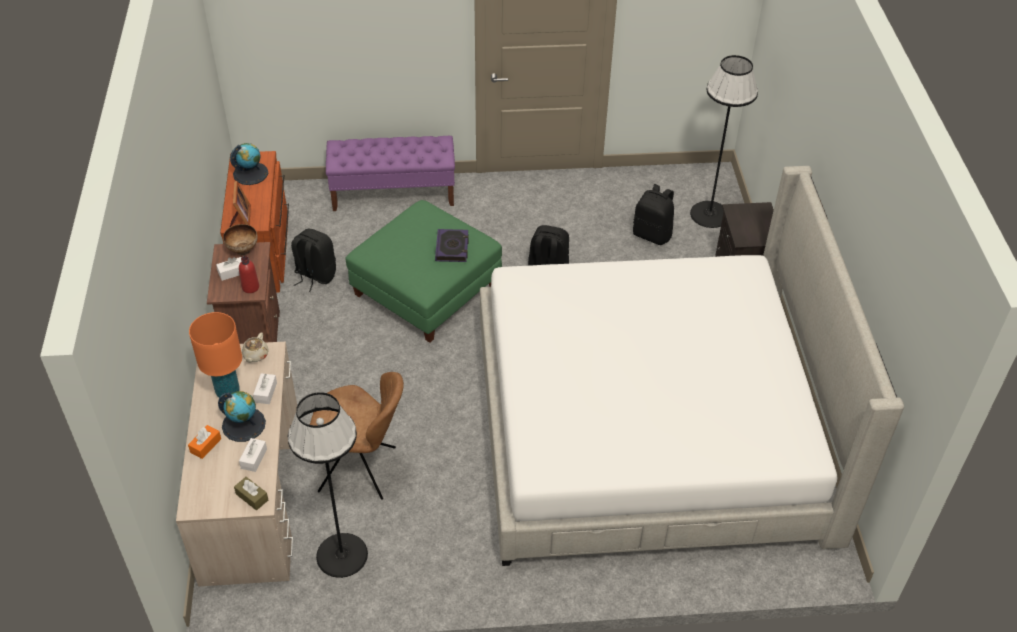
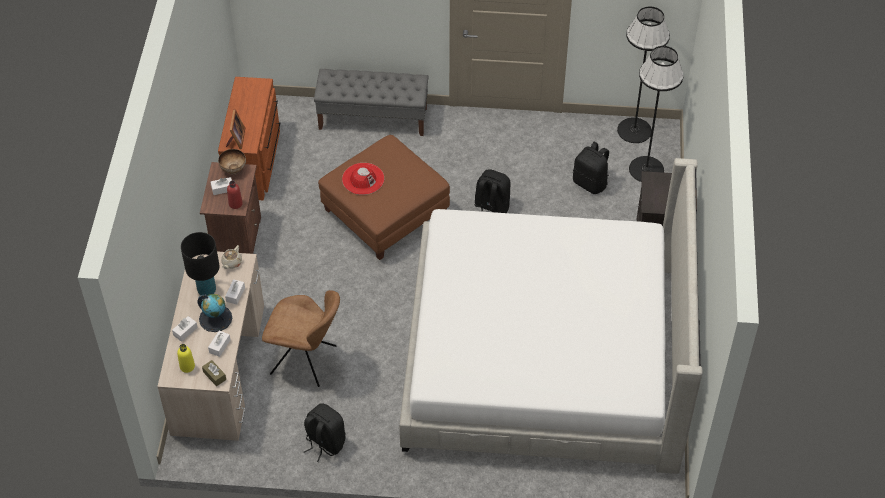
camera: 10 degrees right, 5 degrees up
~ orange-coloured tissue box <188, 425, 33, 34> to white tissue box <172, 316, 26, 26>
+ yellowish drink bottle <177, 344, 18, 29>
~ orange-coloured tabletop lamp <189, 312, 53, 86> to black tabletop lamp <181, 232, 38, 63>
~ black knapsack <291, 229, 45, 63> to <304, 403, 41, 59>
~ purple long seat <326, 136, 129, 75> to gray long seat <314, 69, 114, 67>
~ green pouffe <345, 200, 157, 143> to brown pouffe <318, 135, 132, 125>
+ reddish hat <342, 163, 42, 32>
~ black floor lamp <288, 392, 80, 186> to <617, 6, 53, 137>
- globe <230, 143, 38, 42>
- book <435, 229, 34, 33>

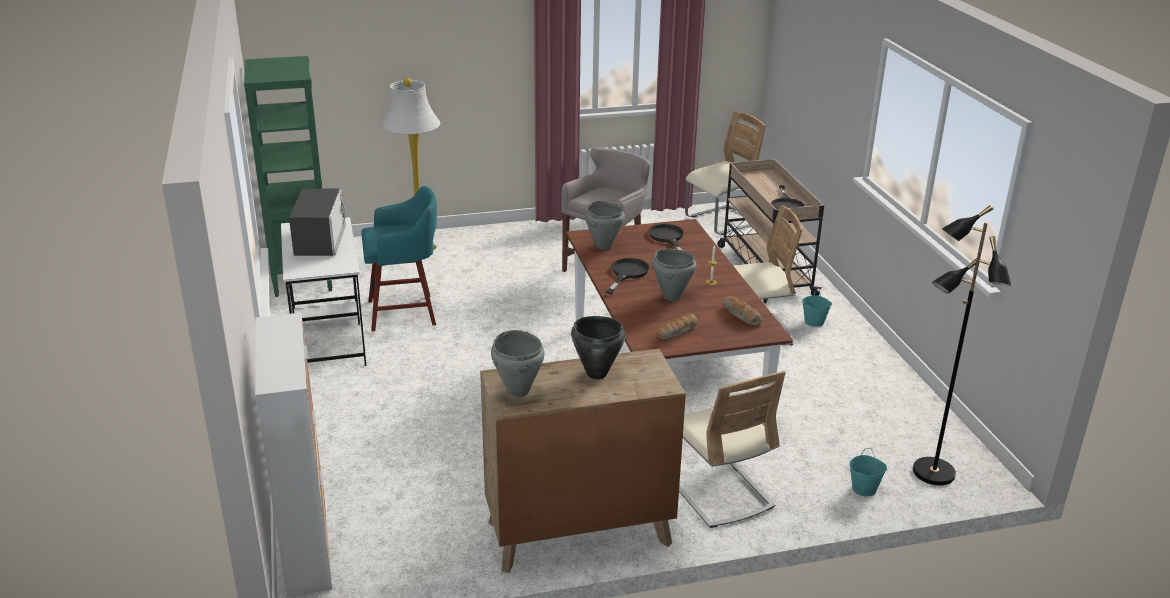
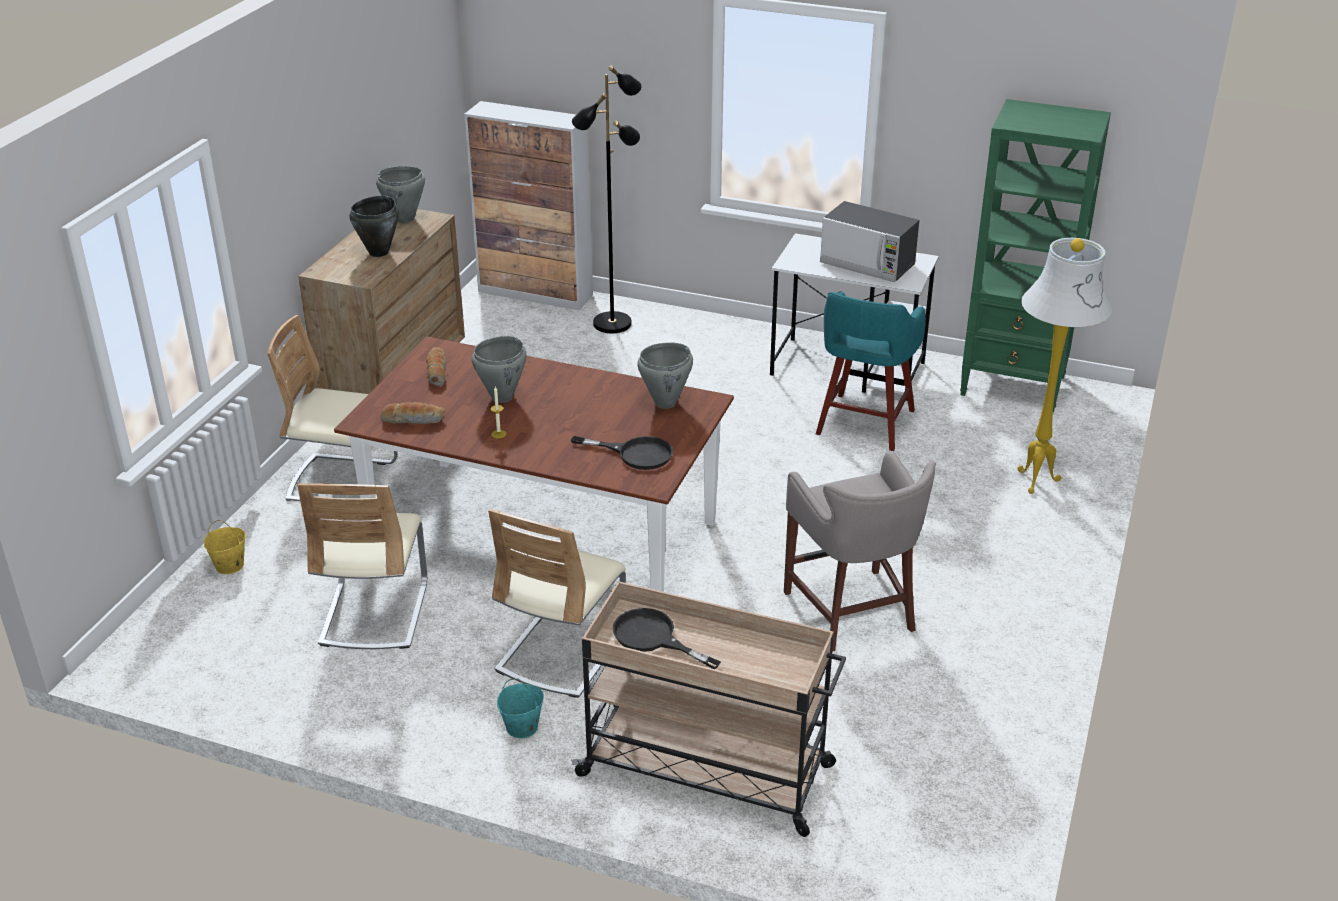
camera: 125 degrees right, 5 degrees up
~ turquoise-coloured bucket <849, 448, 38, 48> to yellowish bucket <204, 520, 42, 54>
~ sand-coloured plain chair <685, 111, 81, 124> to <297, 483, 130, 166>
~ black floor lamp <913, 205, 98, 280> to <572, 65, 69, 268>
- black skillet <606, 258, 44, 36>

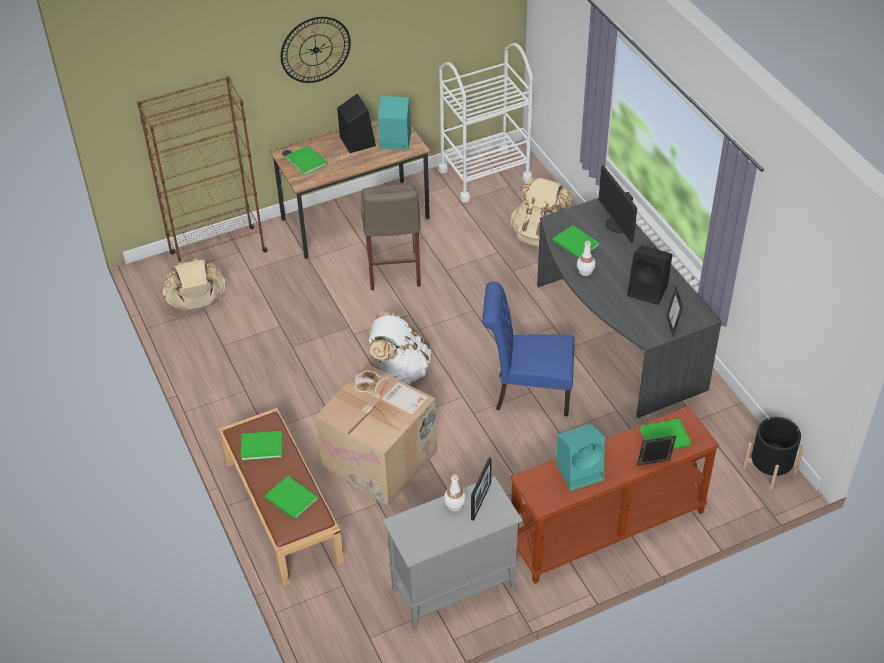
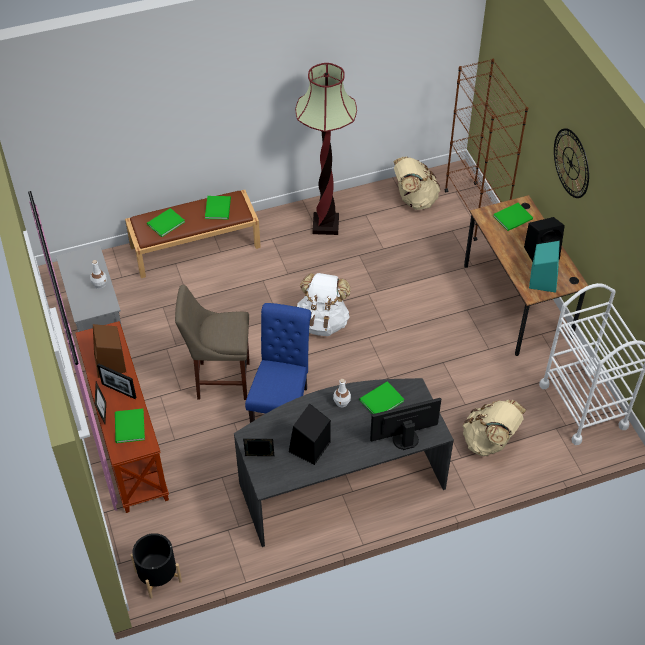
camera: 95 degrees right, 5 degrees up
~ turquoise-coloured audio speaker <556, 424, 49, 67> to brown audio speaker <93, 324, 33, 54>
~ photo frame <471, 458, 21, 63> to <97, 363, 39, 36>
~ sand-coloured stool <360, 184, 61, 106> to <175, 285, 75, 115>
+ floor lamp <295, 63, 62, 172>
- carton <316, 364, 121, 142>

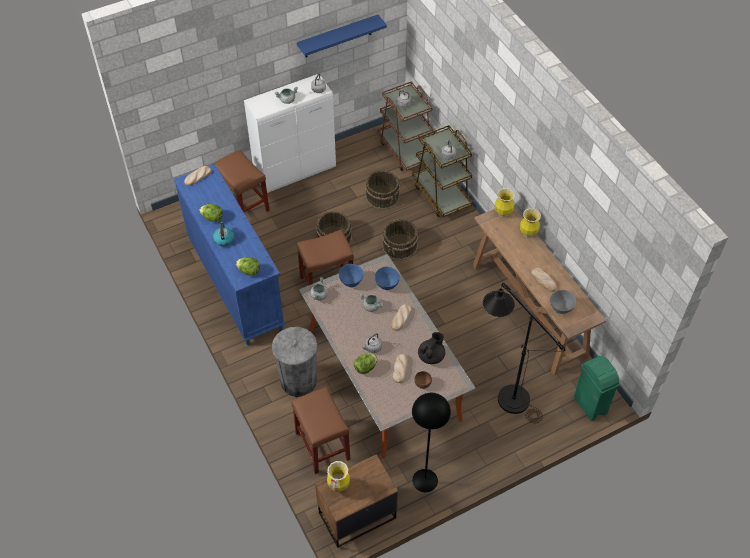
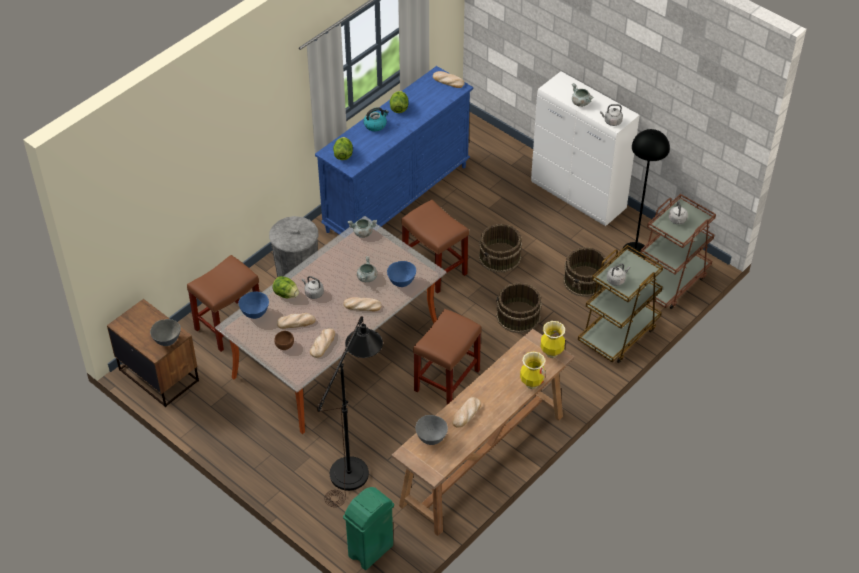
camera: 70 degrees right, 5 degrees down
+ gray serving bowl <150, 319, 31, 27>
~ blue-coloured serving bowl <339, 264, 25, 23> to <238, 291, 31, 28>
~ black teapot <418, 332, 27, 32> to bakery bread <310, 328, 25, 30>
~ brown stool <213, 150, 57, 63> to <413, 309, 69, 96>
~ black floor lamp <412, 393, 39, 99> to <622, 129, 48, 129>
- blue-coloured bracket shelf <297, 15, 90, 42>
- decorative vase <327, 461, 23, 31>

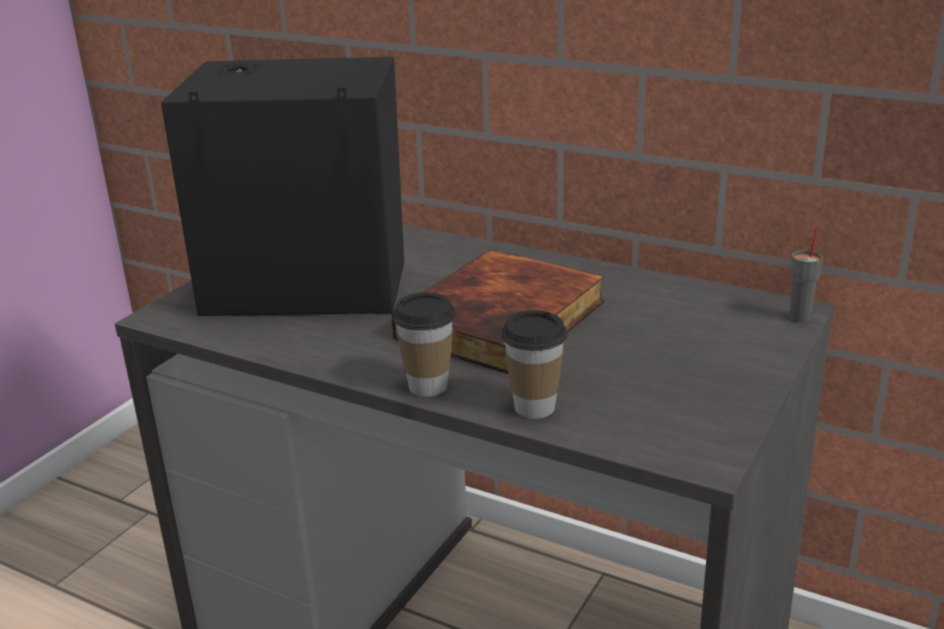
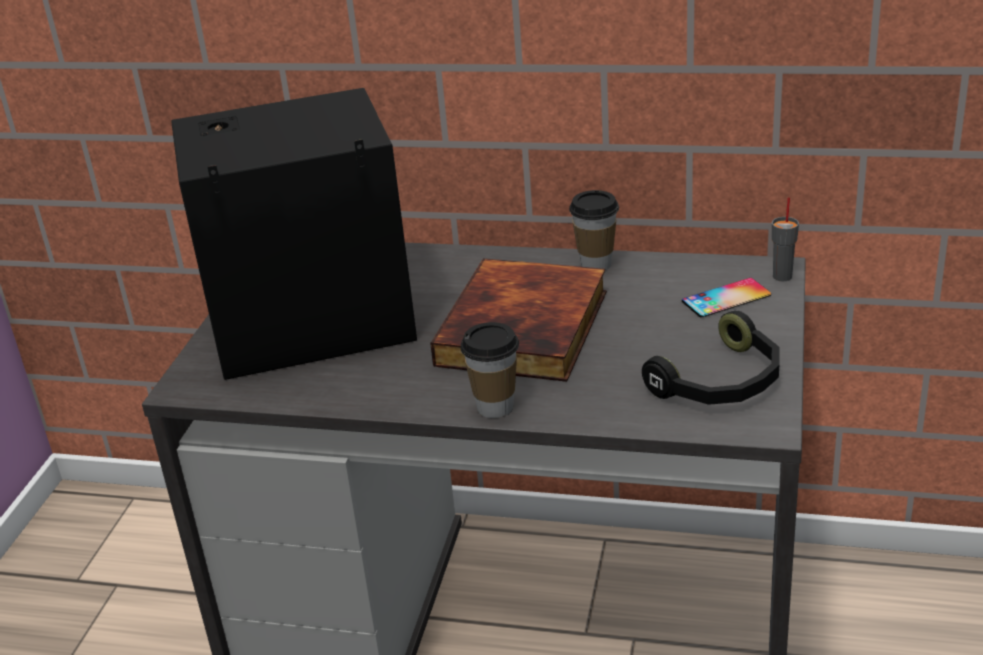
camera: 15 degrees left, 5 degrees up
~ small cup <501, 310, 67, 109> to <569, 190, 50, 80>
+ black pair of headphones <642, 310, 137, 95>
+ handset <682, 278, 89, 40>

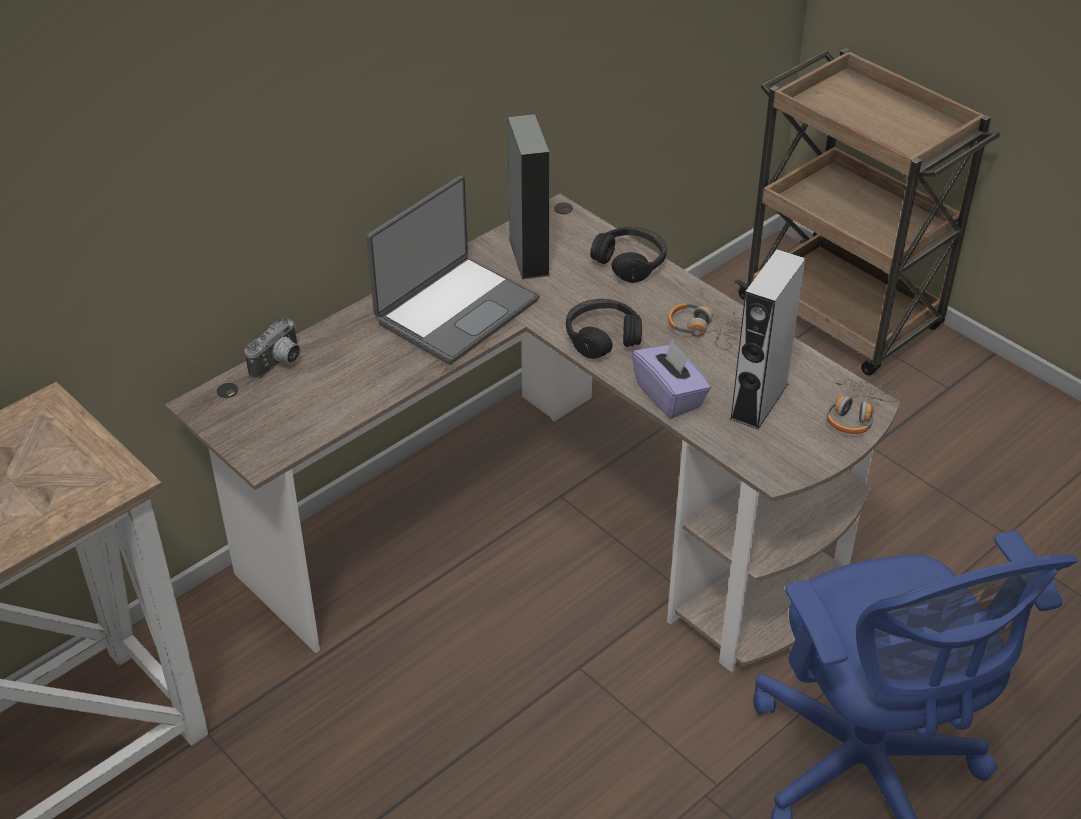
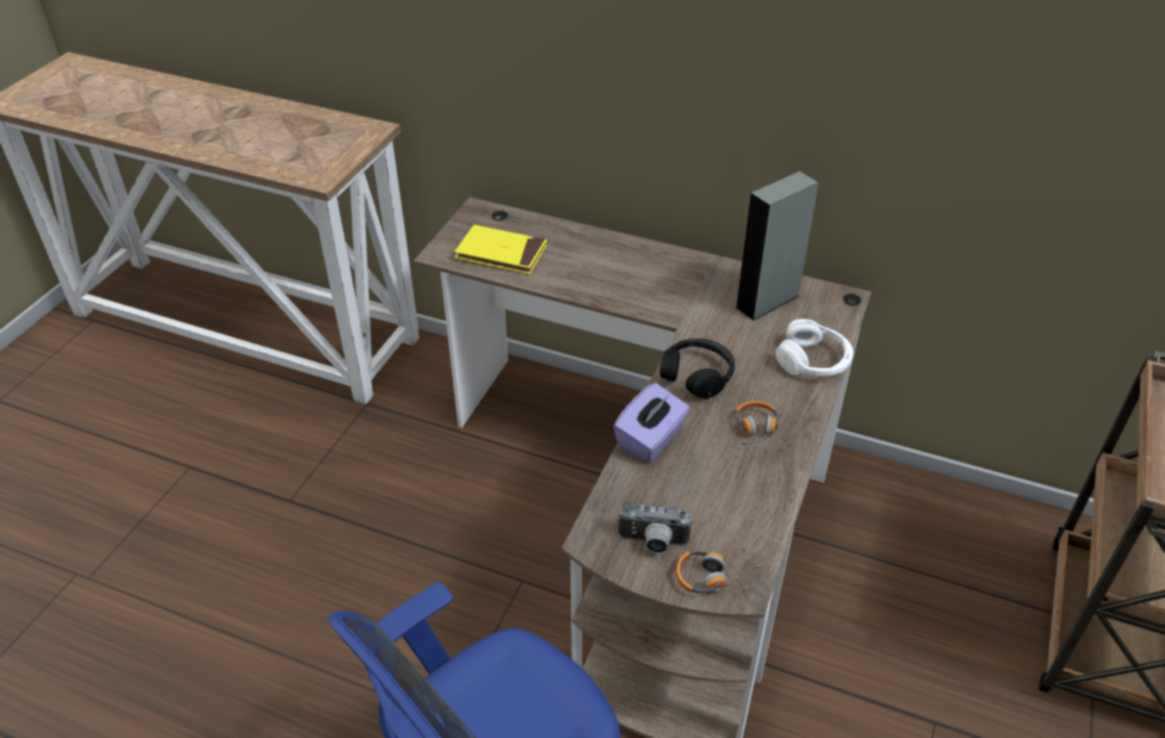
camera: 65 degrees right, 0 degrees up
+ yellowish book <455, 225, 92, 49>
~ photo camera <245, 318, 55, 61> to <617, 501, 75, 52>
~ black pair of headphones <590, 227, 77, 56> to white pair of headphones <776, 319, 77, 57>
- laptop <367, 175, 173, 190>
- gray audio speaker <730, 249, 76, 180>

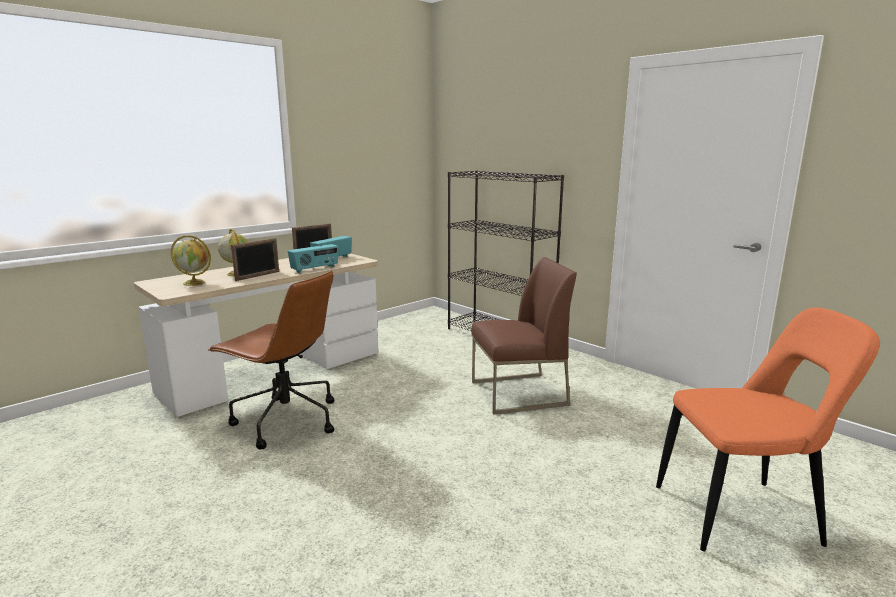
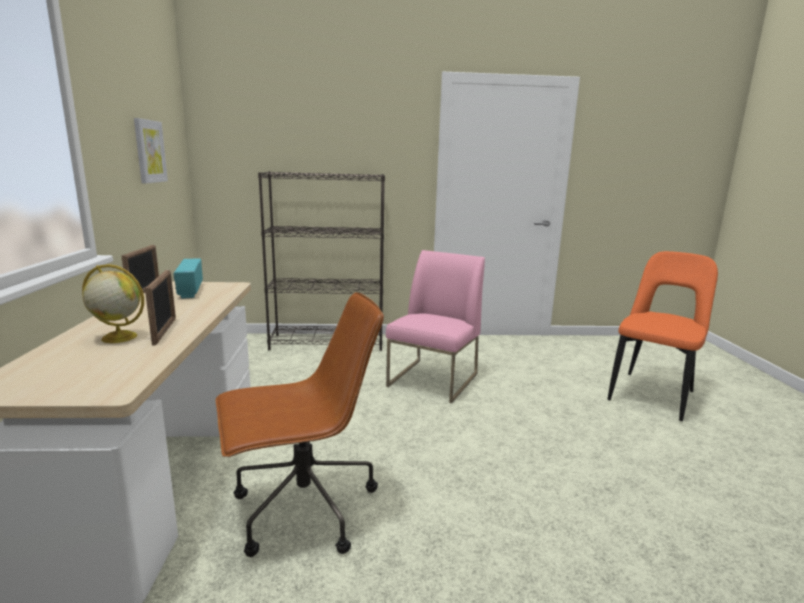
camera: 50 degrees left, 0 degrees up
+ wall art <134, 118, 34, 65>
~ brown plain chair <472, 257, 105, 157> to pinkish plain chair <386, 250, 99, 153>
- globe <171, 235, 40, 51>
- radio <288, 244, 51, 29>

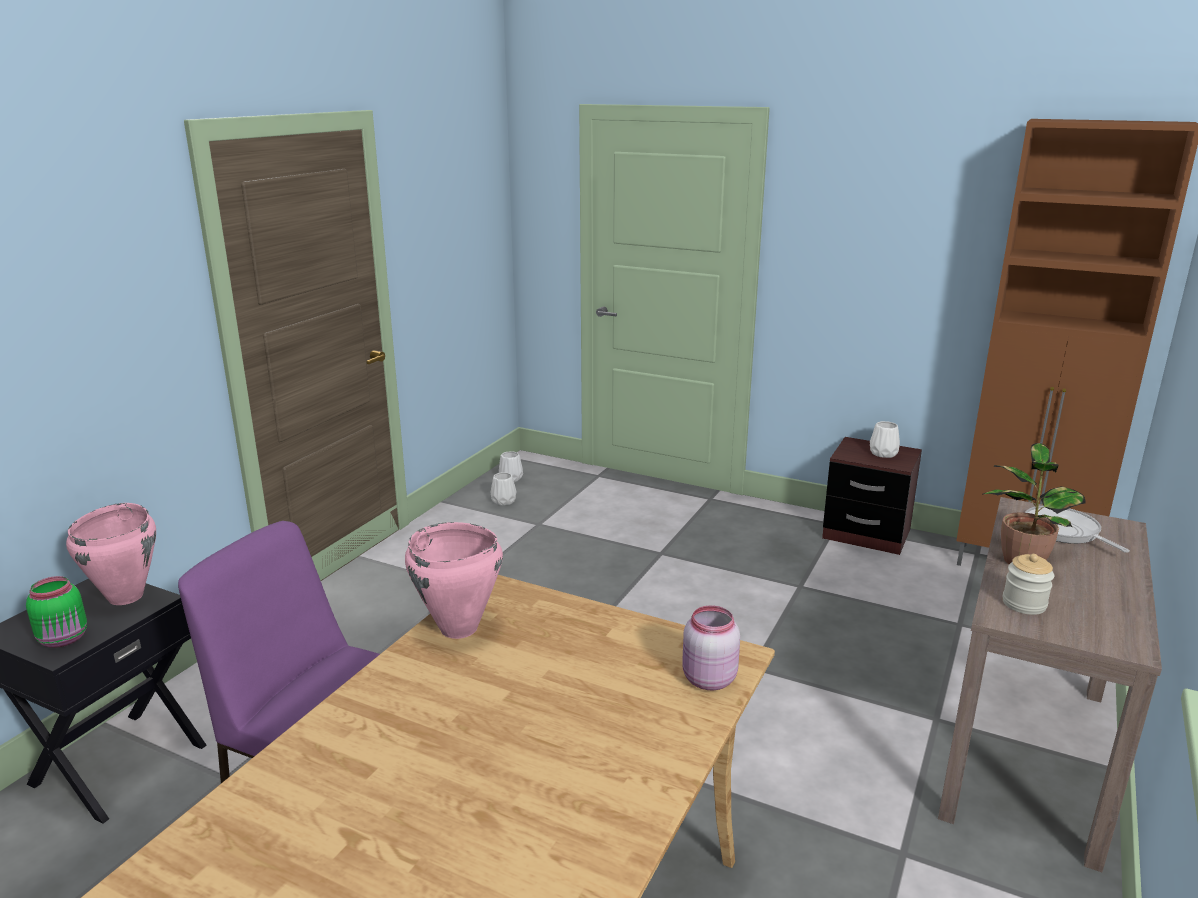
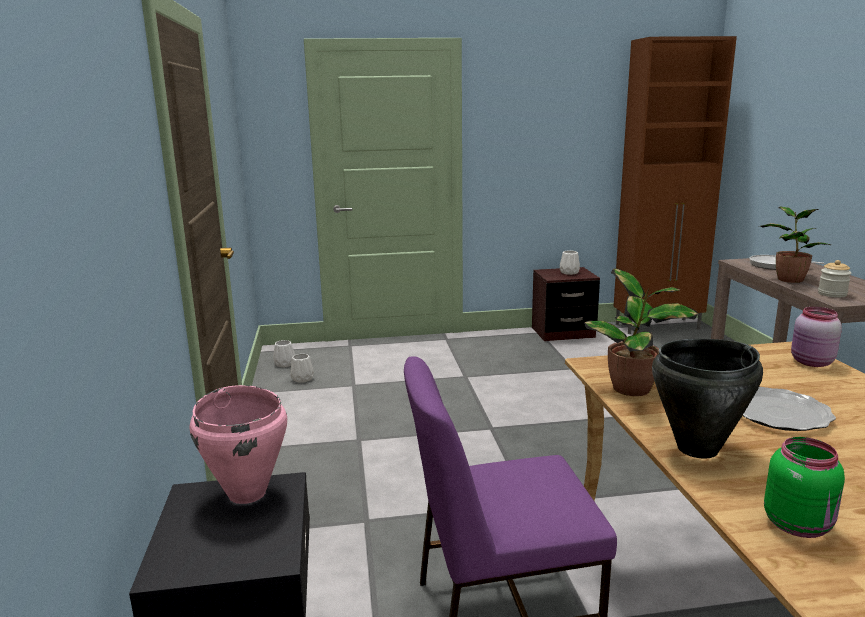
camera: 35 degrees left, 5 degrees down
~ pinkish stockpot <405, 522, 98, 117> to potted plant <584, 269, 114, 127>
+ black stockpot <652, 339, 111, 120>
+ dinner plate <743, 387, 93, 44>
~ green preserve jar <26, 576, 61, 72> to <764, 437, 81, 101>

